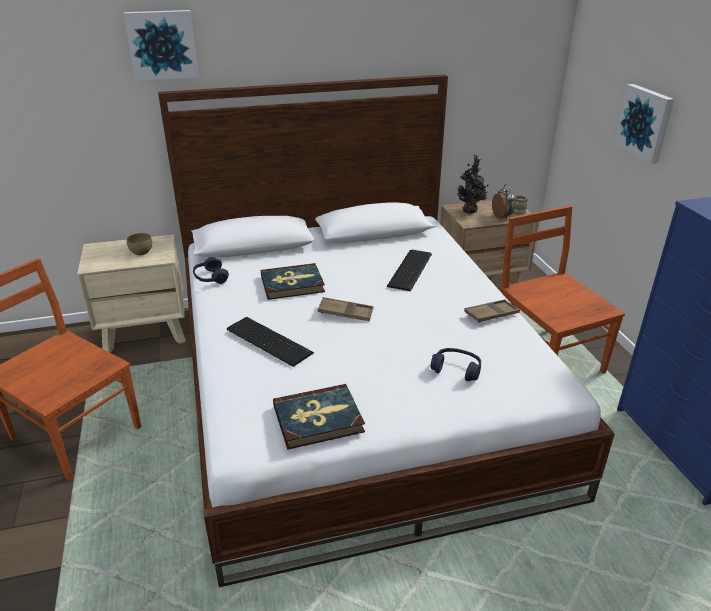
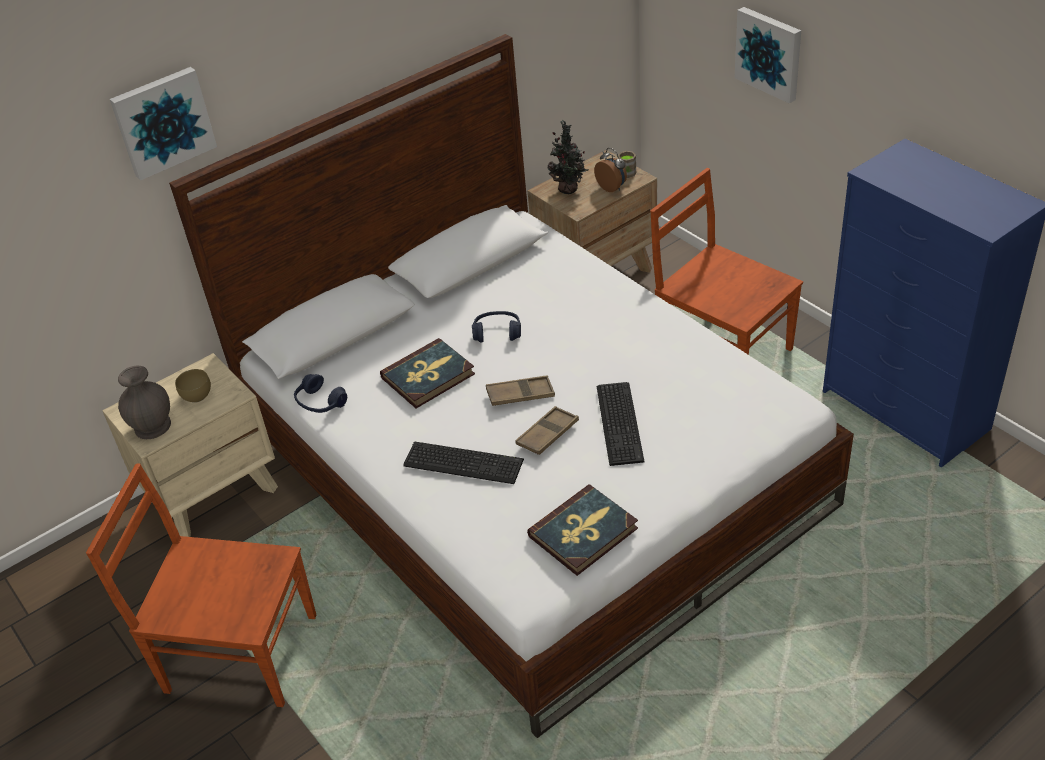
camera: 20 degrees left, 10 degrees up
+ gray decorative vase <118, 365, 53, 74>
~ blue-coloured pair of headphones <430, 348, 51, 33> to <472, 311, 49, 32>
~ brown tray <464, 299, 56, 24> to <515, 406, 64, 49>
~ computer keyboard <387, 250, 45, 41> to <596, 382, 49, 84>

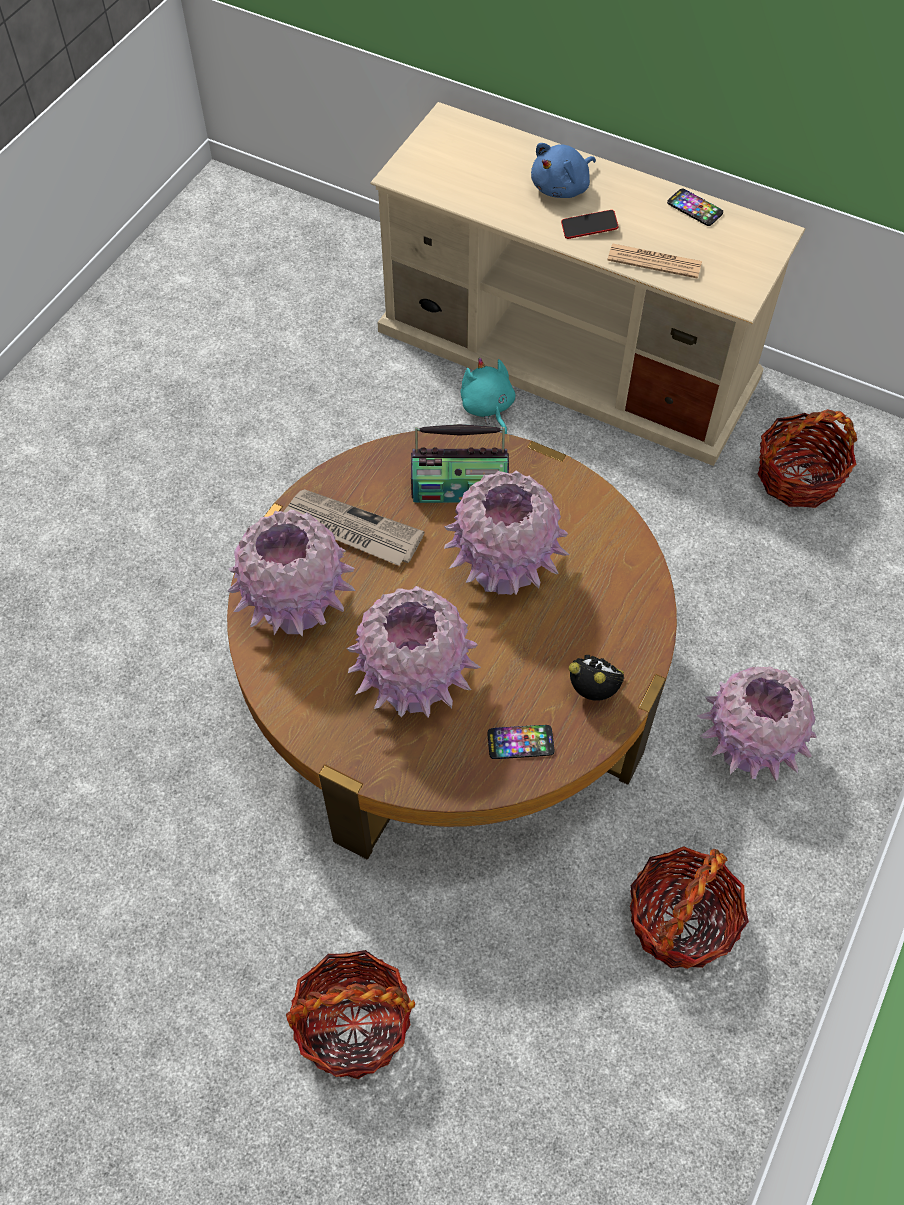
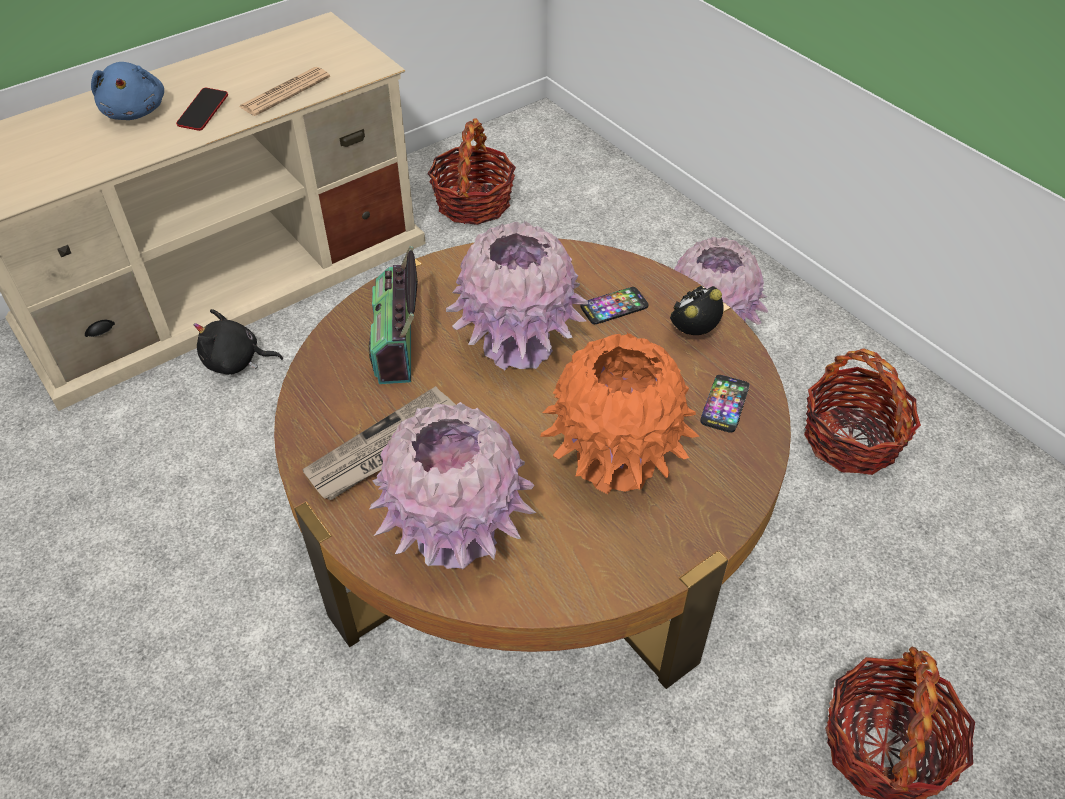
camera: 65 degrees left, 10 degrees down
~ turquoise-coloured soft toy <461, 358, 55, 76> to black soft toy <193, 309, 90, 66>
~ radio <411, 424, 98, 79> = <368, 246, 50, 138> 150 degrees clockwise
~ pinkish decorative vase <346, 586, 135, 132> to orange-coloured decorative vase <540, 333, 160, 161>
~ handset <667, 189, 56, 37> to <581, 287, 68, 37>

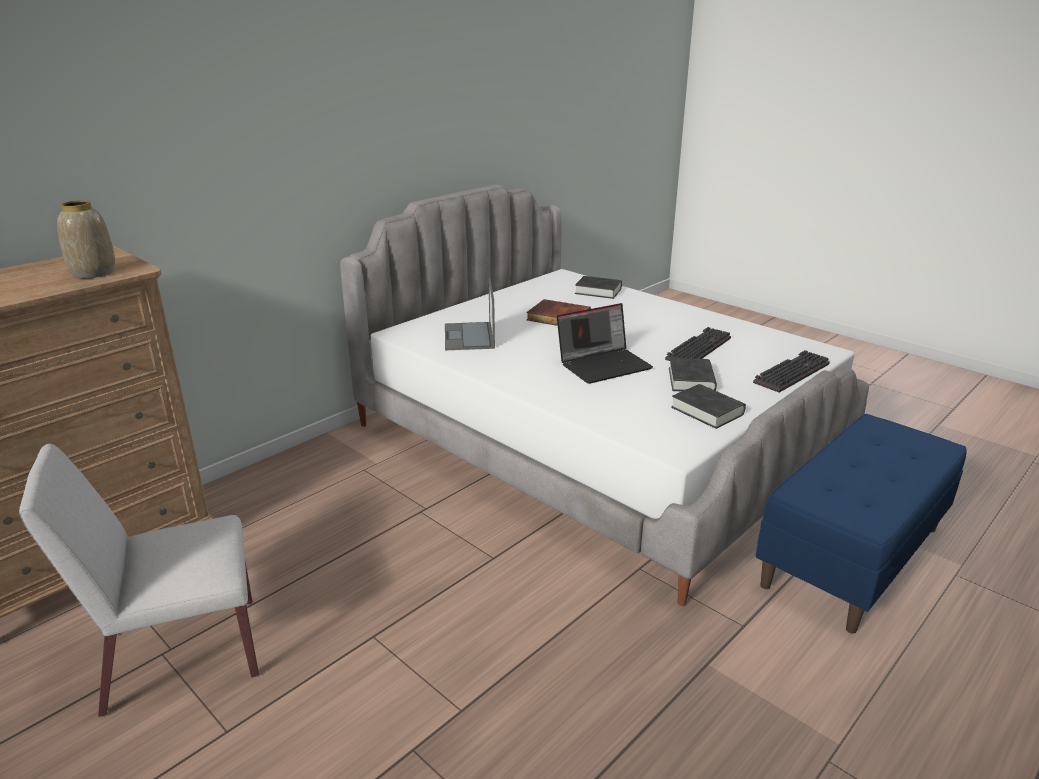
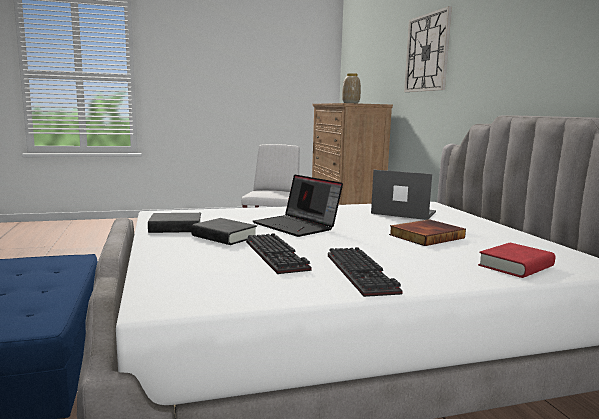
camera: 120 degrees right, 15 degrees down
~ laptop <557, 303, 96, 81> = <253, 175, 90, 62> 45 degrees counterclockwise
~ computer keyboard <753, 350, 77, 43> to <328, 247, 75, 50>
+ hanging clock <404, 6, 48, 86>
~ black book <575, 276, 47, 23> to reddish book <478, 243, 77, 35>

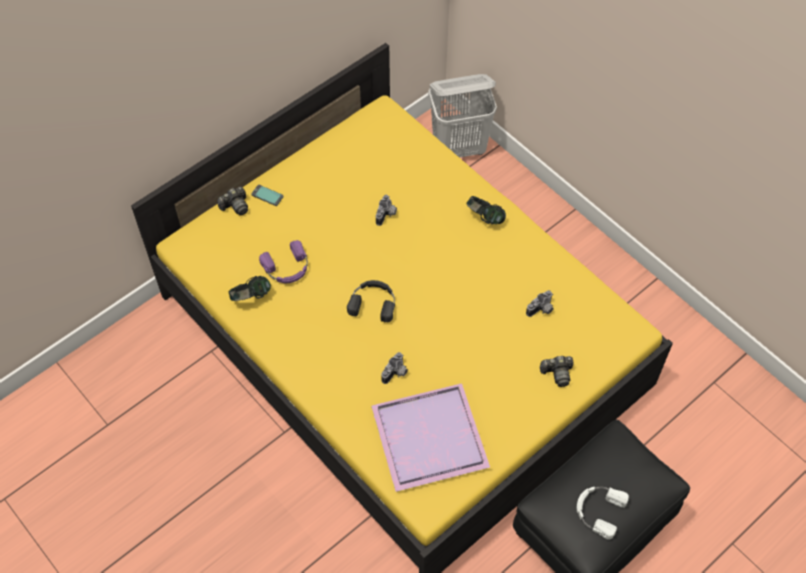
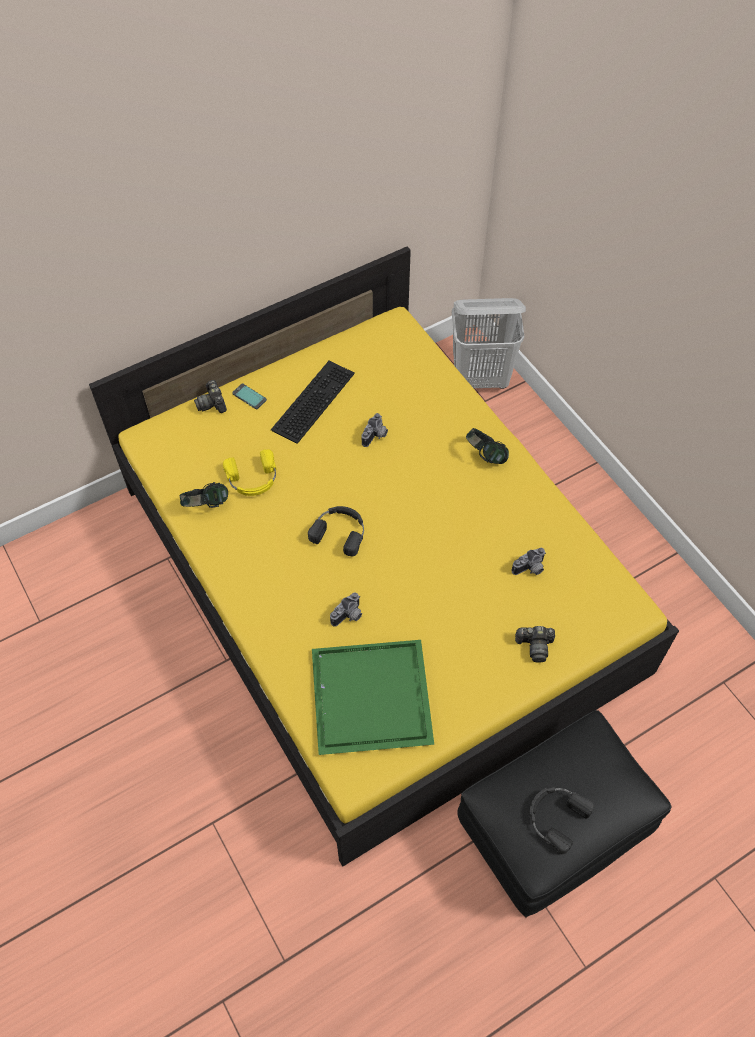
camera: 10 degrees right, 0 degrees up
~ photo camera <217, 187, 31, 29> = <194, 380, 33, 33> 90 degrees clockwise
~ purple pair of headphones <259, 240, 49, 43> to yellowish pair of headphones <223, 449, 53, 47>
+ computer keyboard <271, 361, 84, 83>
~ purple tray <371, 383, 119, 109> to green tray <312, 640, 122, 115>
~ white pair of headphones <577, 487, 52, 53> to black pair of headphones <529, 787, 65, 67>

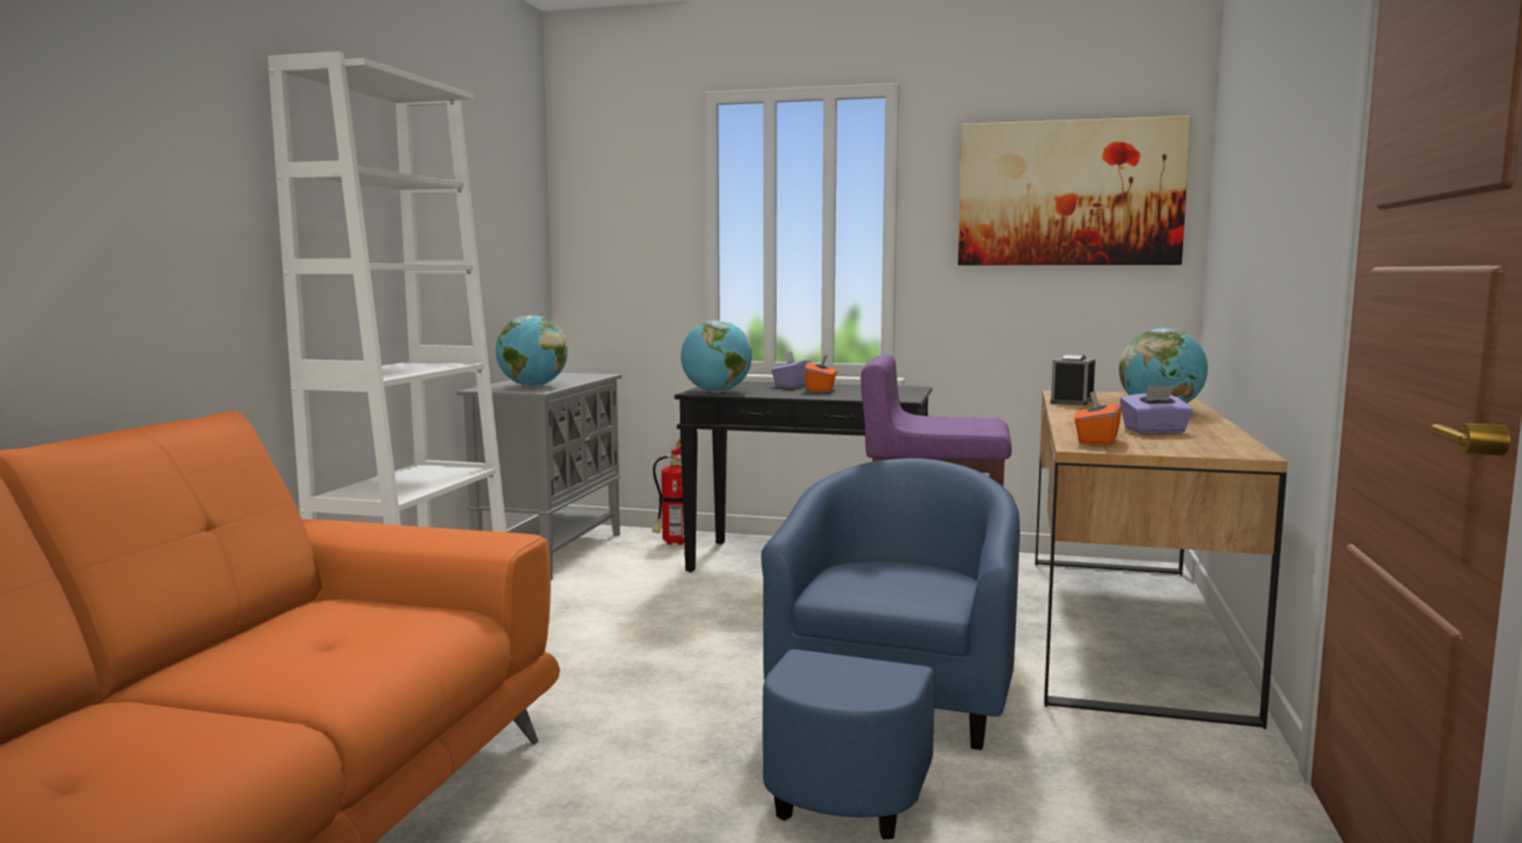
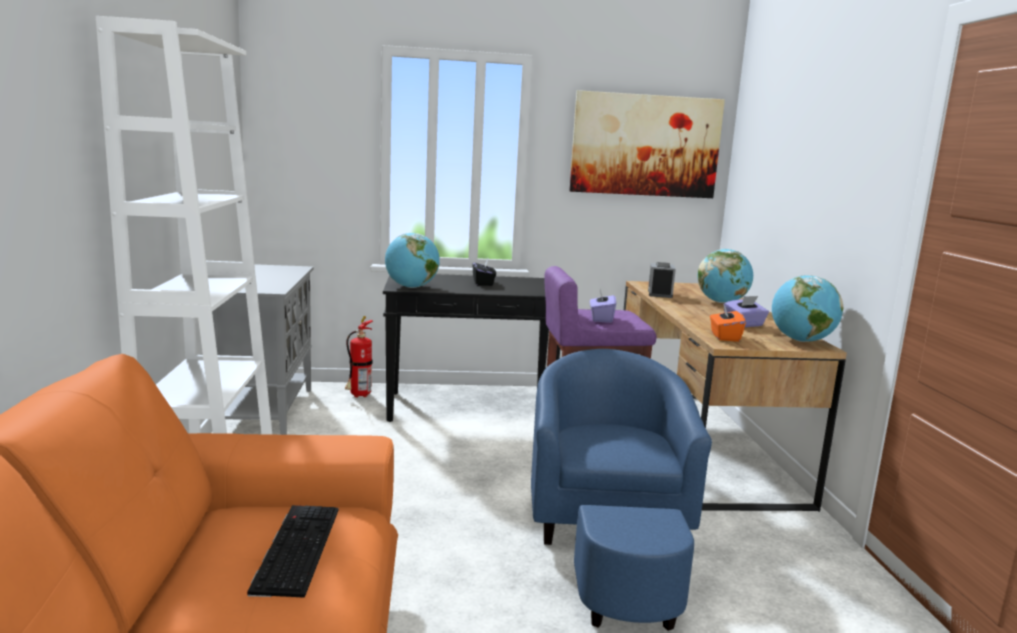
camera: 20 degrees left, 5 degrees up
+ computer keyboard <247, 505, 92, 93>
~ orange-coloured tissue box <805, 355, 32, 37> to black tissue box <473, 258, 23, 28>
~ purple tissue box <771, 351, 41, 37> to <590, 289, 26, 34>
~ globe <496, 315, 72, 72> to <772, 275, 71, 67>

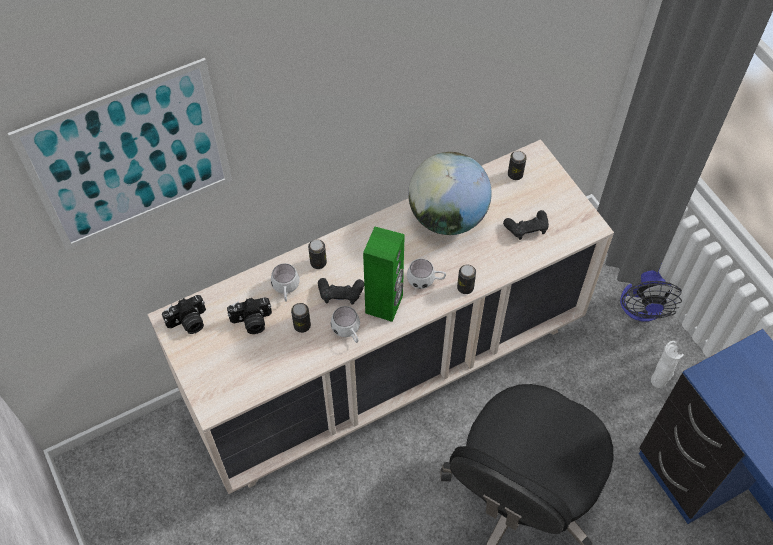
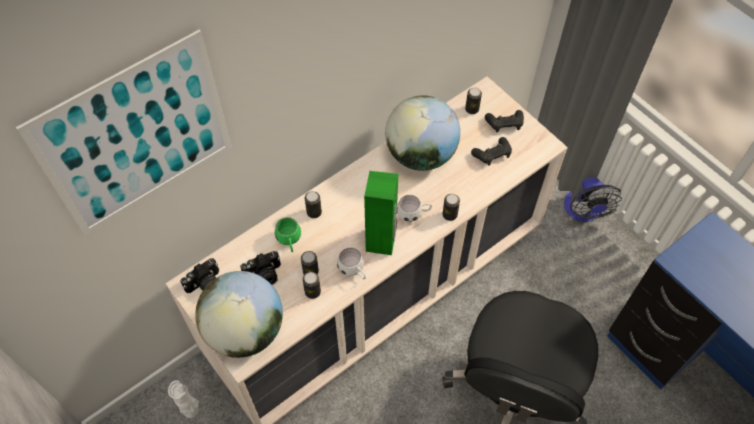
camera: 10 degrees left, 0 degrees up
~ white decorative vase <651, 341, 33, 47> to <168, 380, 31, 38>
+ globe <195, 271, 88, 87>
~ white coffee mug <271, 263, 29, 39> to green coffee mug <275, 217, 26, 35>
+ metal can <303, 272, 18, 27>
~ black game controller <318, 278, 46, 27> to <485, 110, 39, 22>

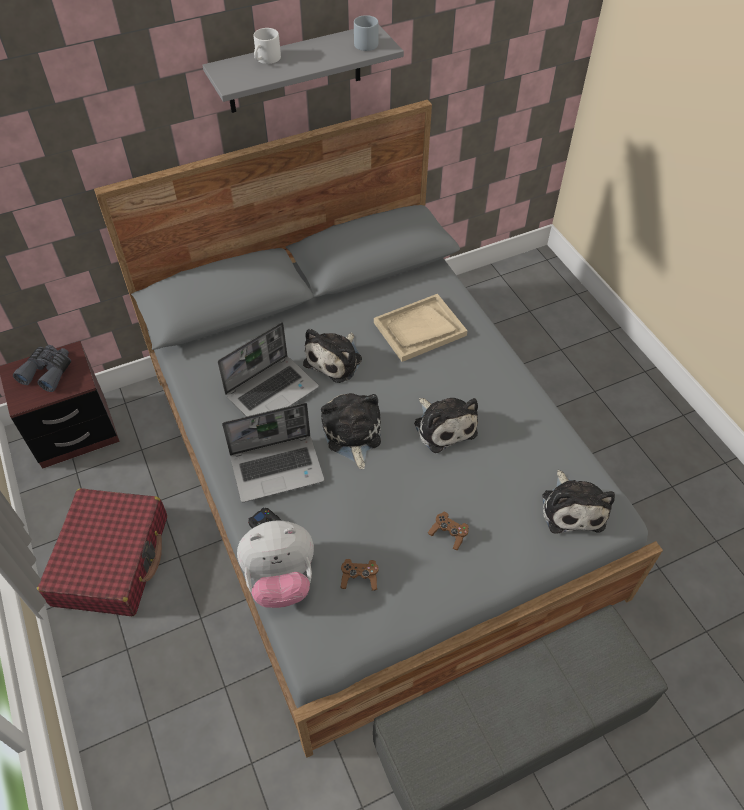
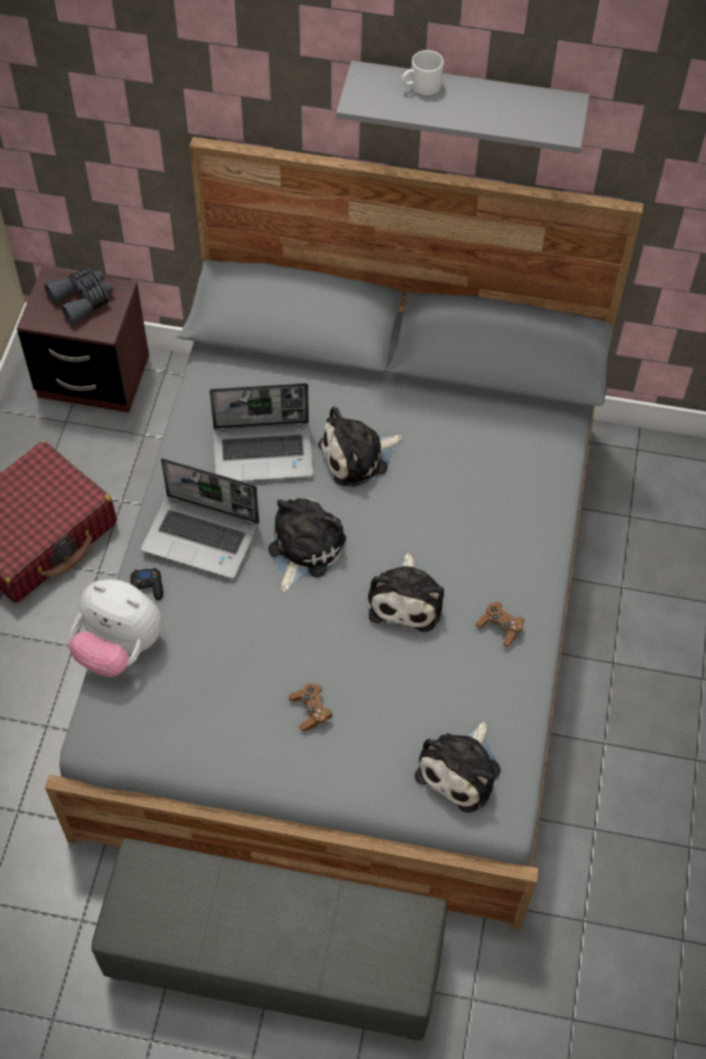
camera: 35 degrees right, 5 degrees up
~ brown game controller <340, 559, 39, 31> to <476, 601, 49, 46>
- gray coffee mug <354, 15, 25, 36>
- sand-coloured tray <374, 294, 93, 68>

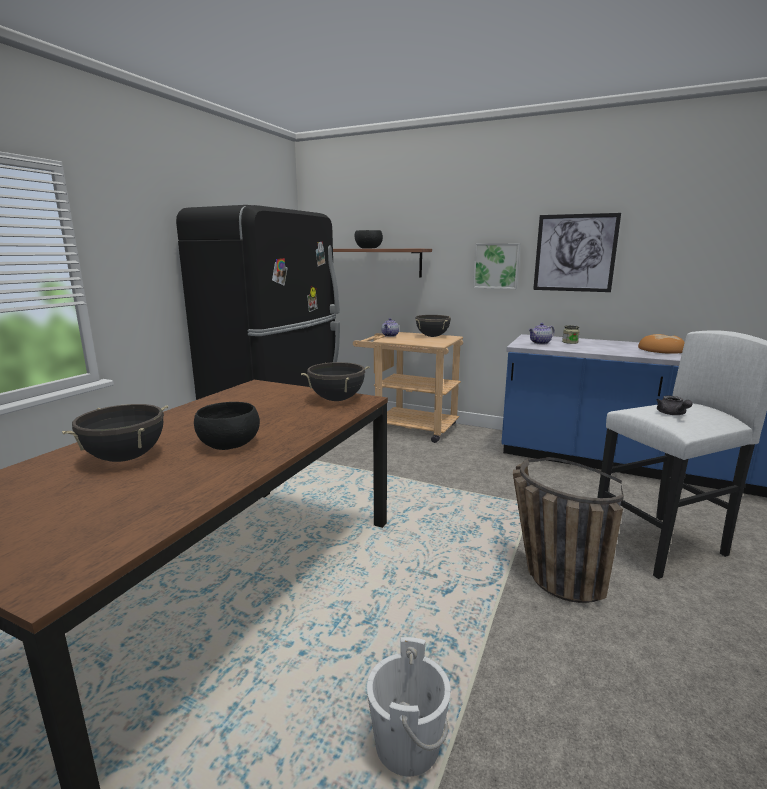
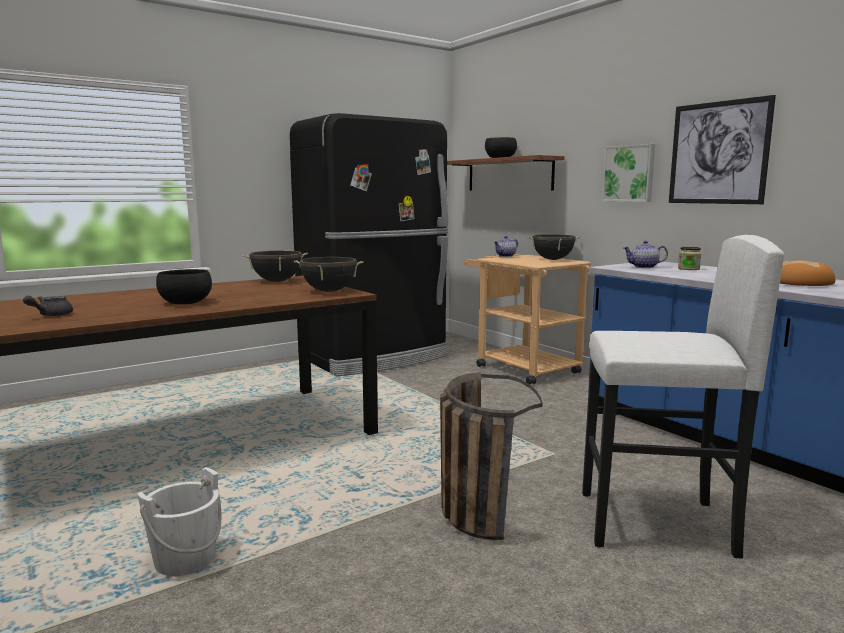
camera: 30 degrees right, 5 degrees down
~ gray teapot <656, 396, 37, 19> to <23, 296, 50, 20>
~ black stockpot <62, 404, 106, 58> to <243, 250, 65, 32>

